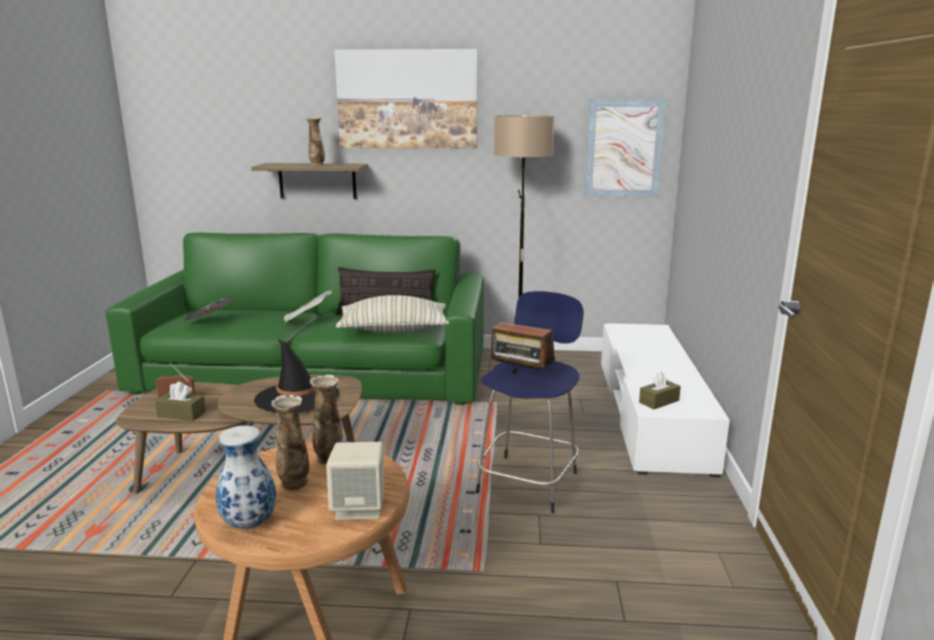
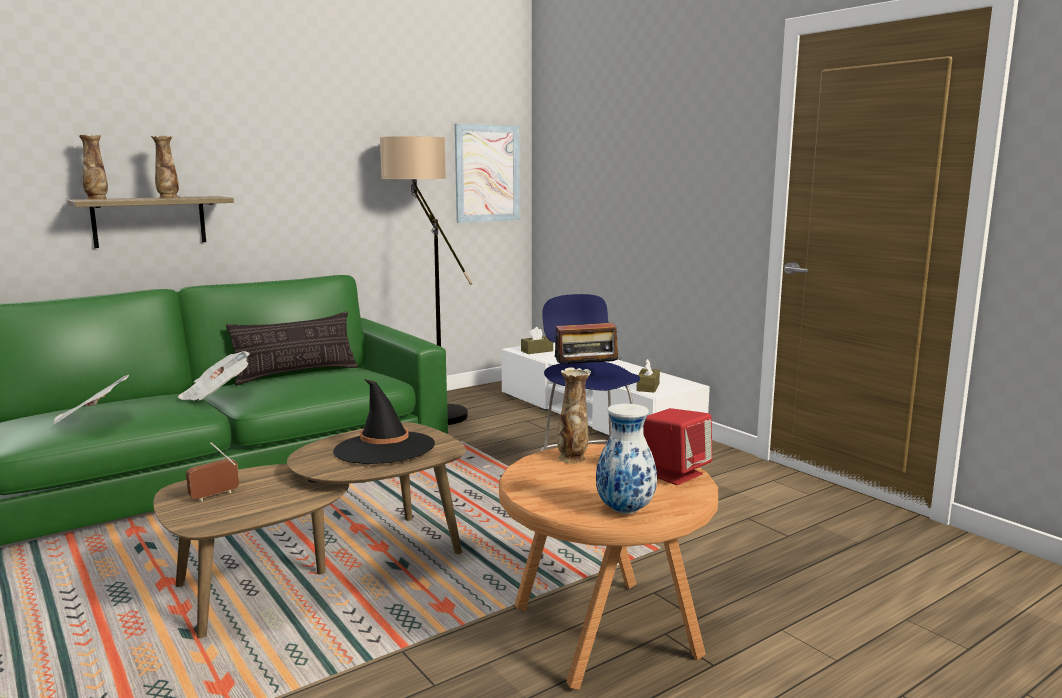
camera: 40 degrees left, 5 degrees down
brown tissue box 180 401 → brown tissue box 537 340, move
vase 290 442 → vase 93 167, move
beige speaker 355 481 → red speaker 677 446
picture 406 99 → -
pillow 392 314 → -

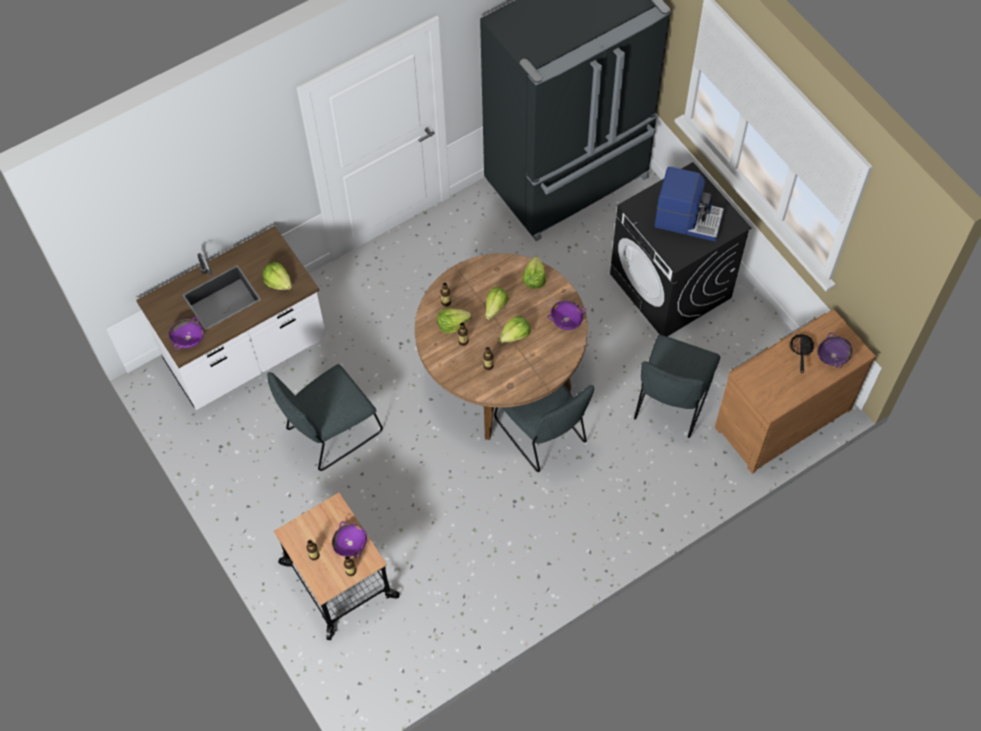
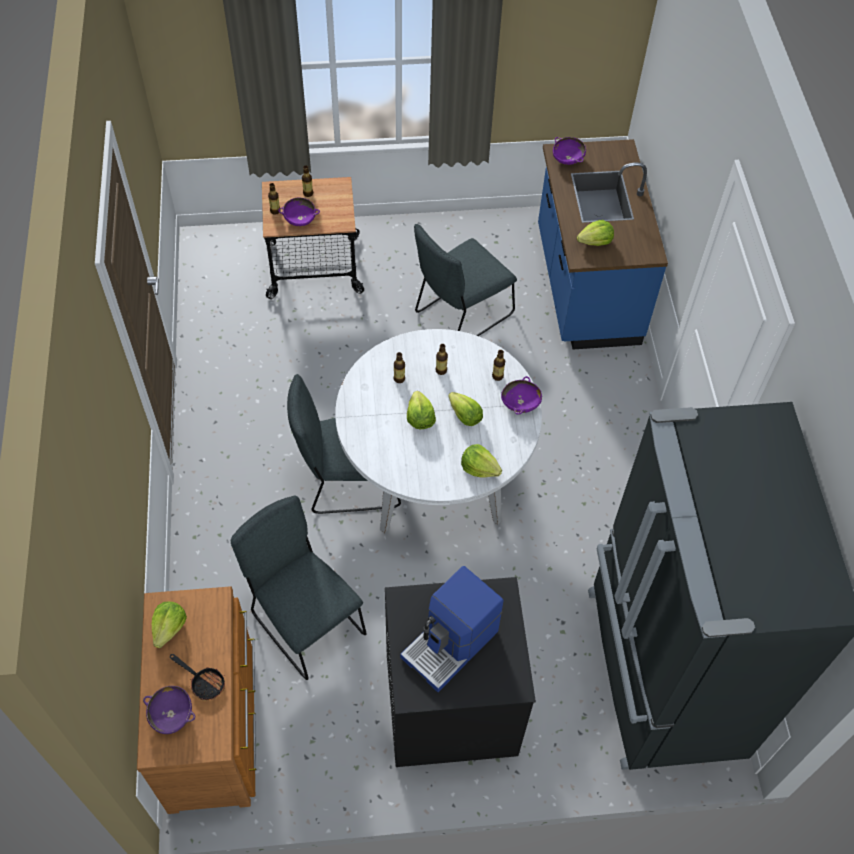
camera: 115 degrees right, 5 degrees down
white counter 231 318 → blue counter 603 244
grey chair 325 417 → grey chair 465 280, 120 degrees counterclockwise
brown dining table 501 346 → white dining table 438 431
lettuce 454 320 → lettuce 169 624, move
purple bowl 567 315 → purple bowl 521 395, move

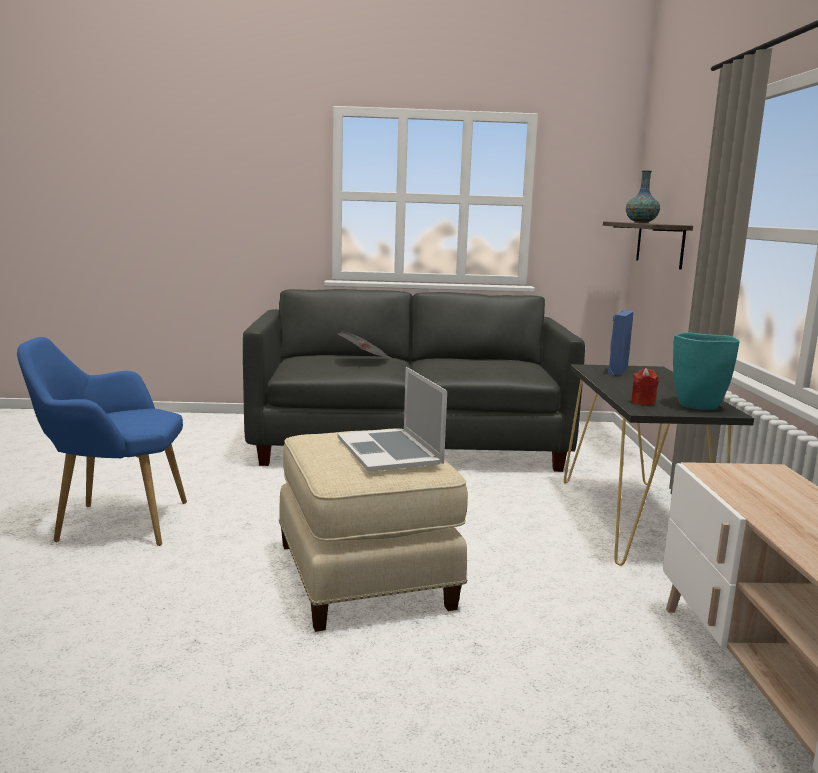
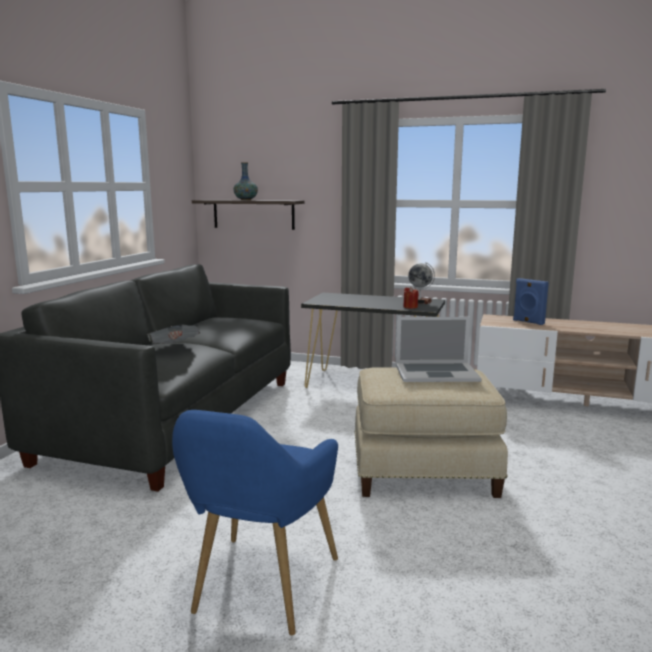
camera: 70 degrees left, 0 degrees up
blue speaker 621 342 → blue speaker 531 301, move
turquoise vase 706 371 → globe 421 283

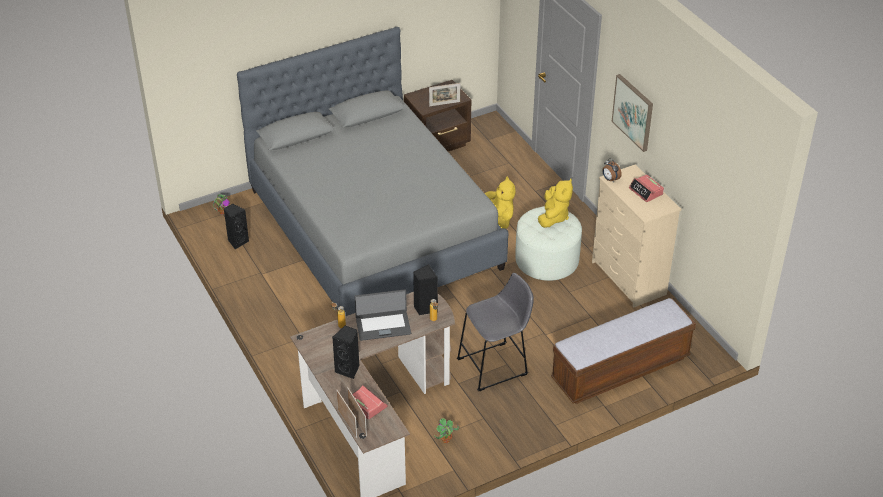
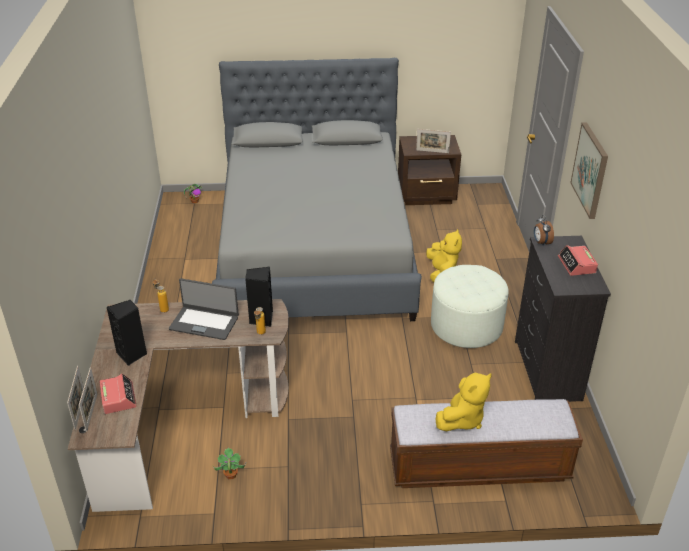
camera: 25 degrees right, 5 degrees down
black speaker 236 226 → -
grey stool 495 332 → -
yellow plush toy 555 203 → yellow plush toy 463 402, move
beige dresser 636 236 → black dresser 563 319

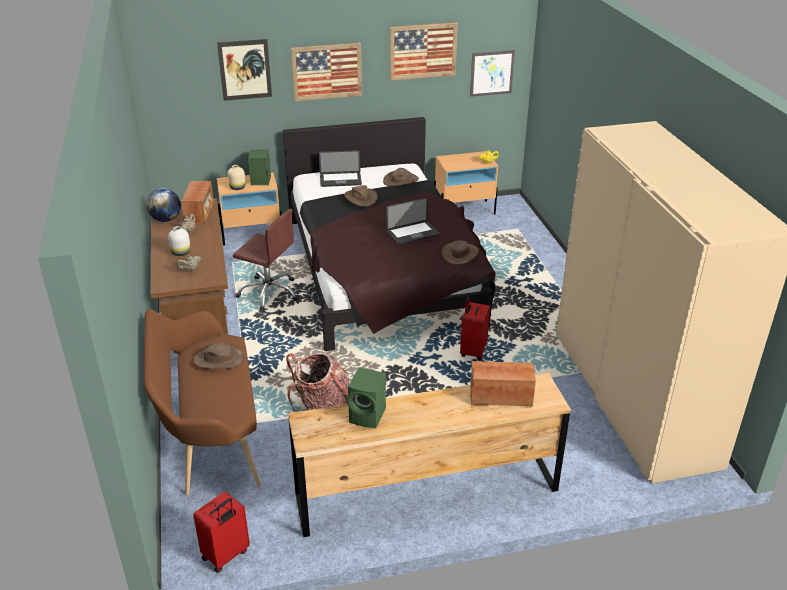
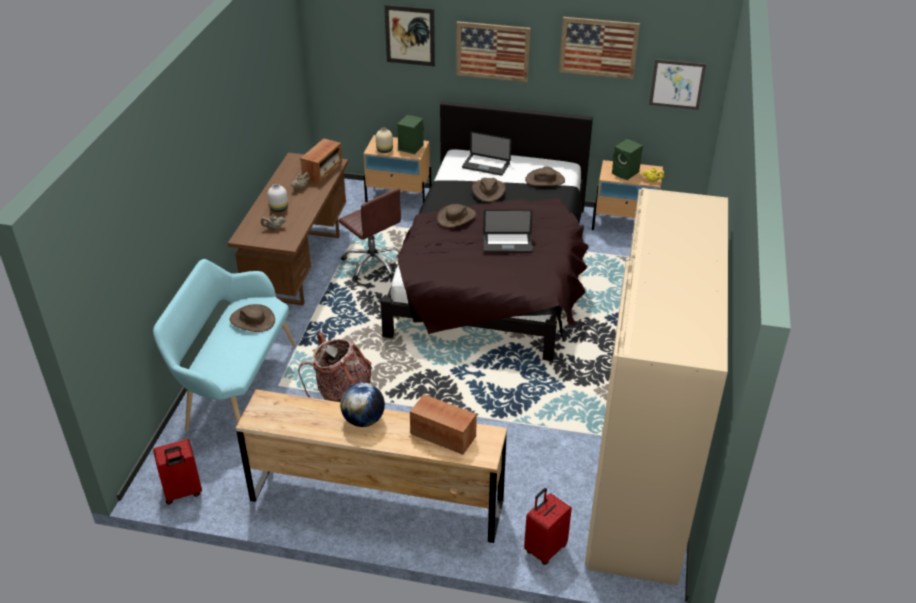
camera: 25 degrees right, 5 degrees up
brown bench 202 402 → turquoise bench 224 345
globe 163 205 → globe 362 404, move
green speaker 366 398 → green speaker 627 159, move
brown hat 460 252 → brown hat 456 215, move
red suitcase 475 327 → red suitcase 548 526, move

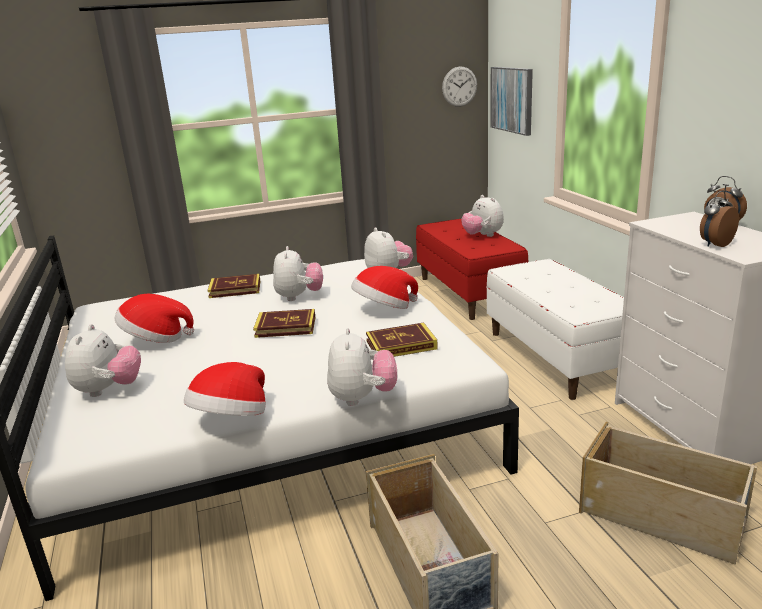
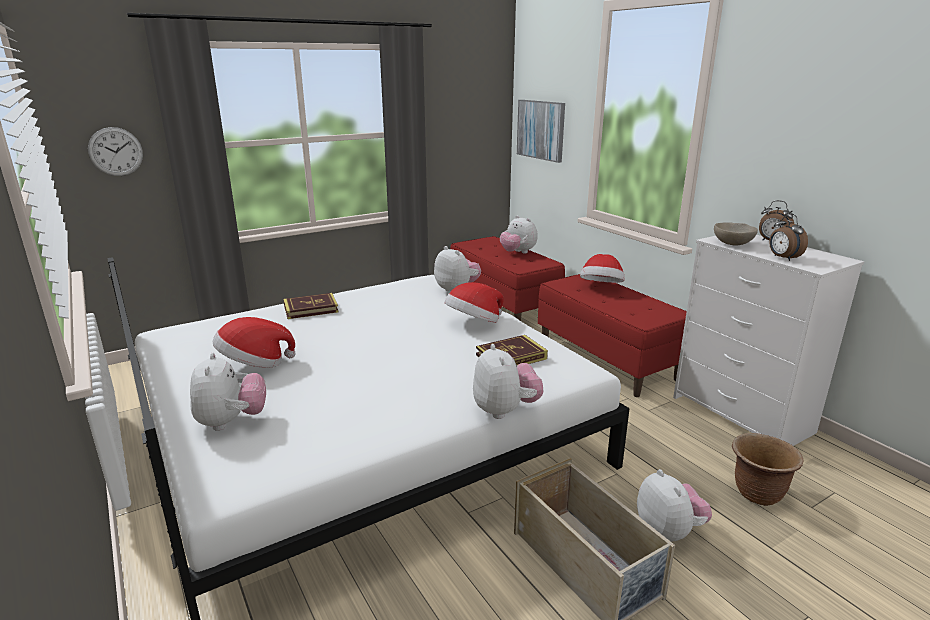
camera: 15 degrees left, 0 degrees up
hat 225 389 → hat 602 268, move
book 284 323 → -
plush toy 298 273 → plush toy 674 505, move
wall clock 459 86 → wall clock 115 151, move
white bench 555 329 → red bench 612 335
beige storage box 668 493 → brown planter 768 469
alarm clock 719 219 → alarm clock 788 237, 60 degrees counterclockwise
- → beige bowl 736 233

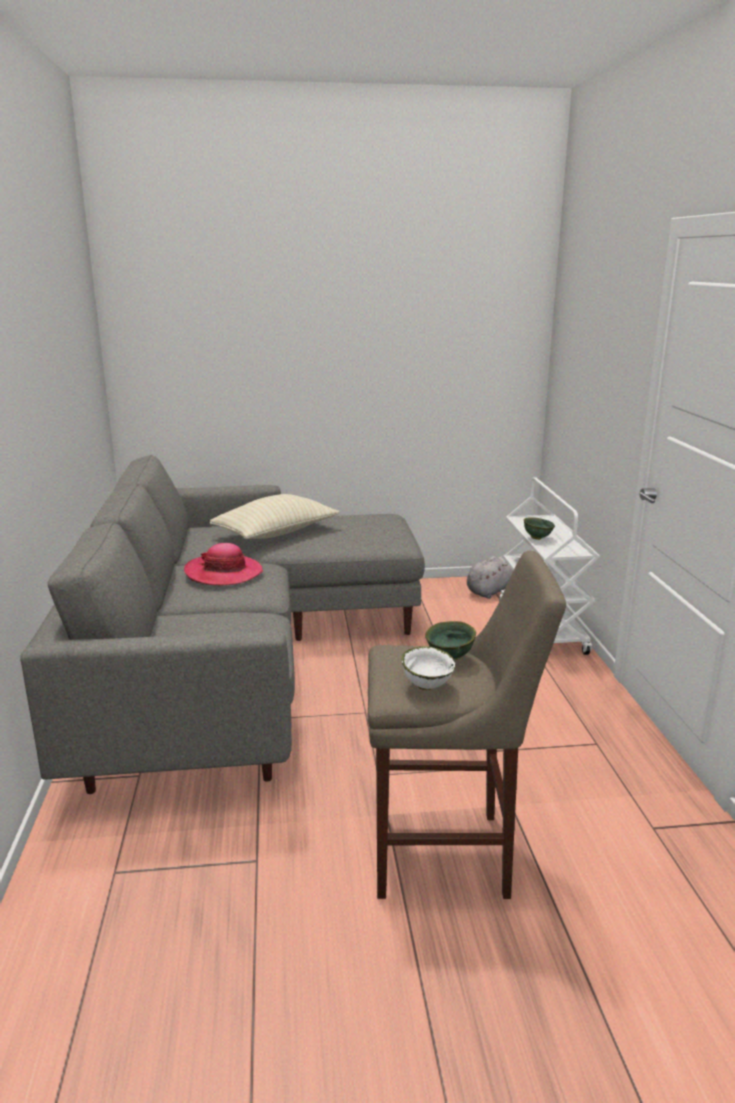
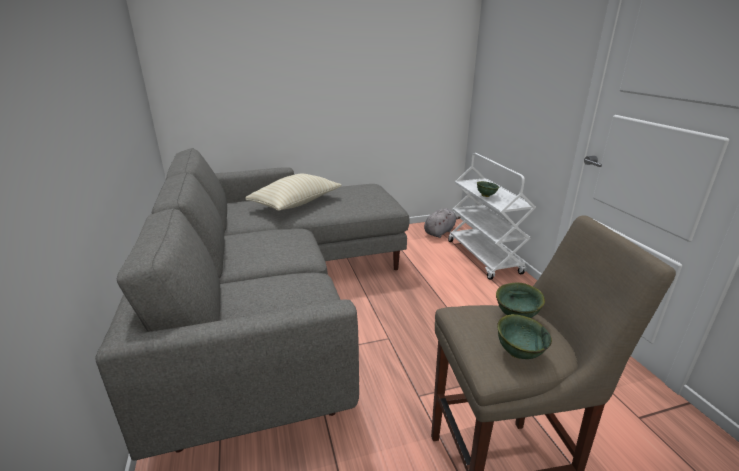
camera: 10 degrees left, 5 degrees up
hat 223 564 → -
white bowl 429 668 → green bowl 524 336

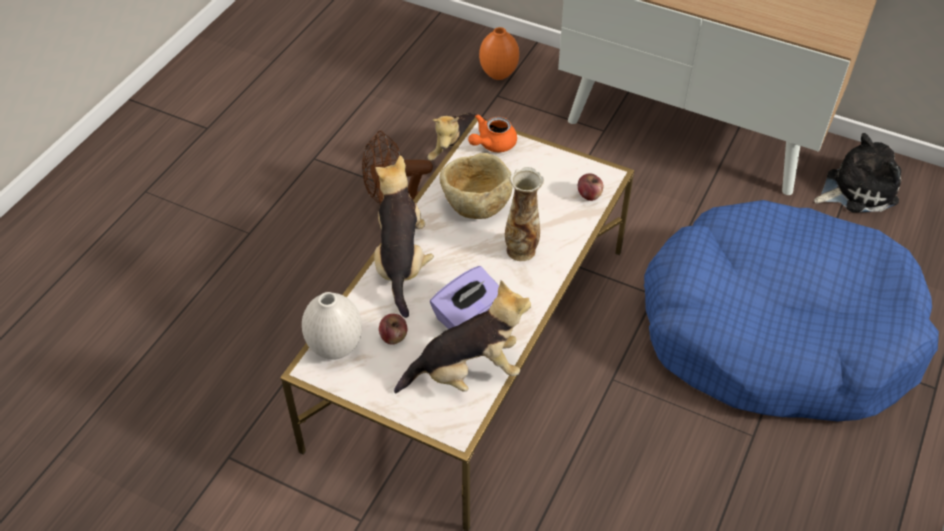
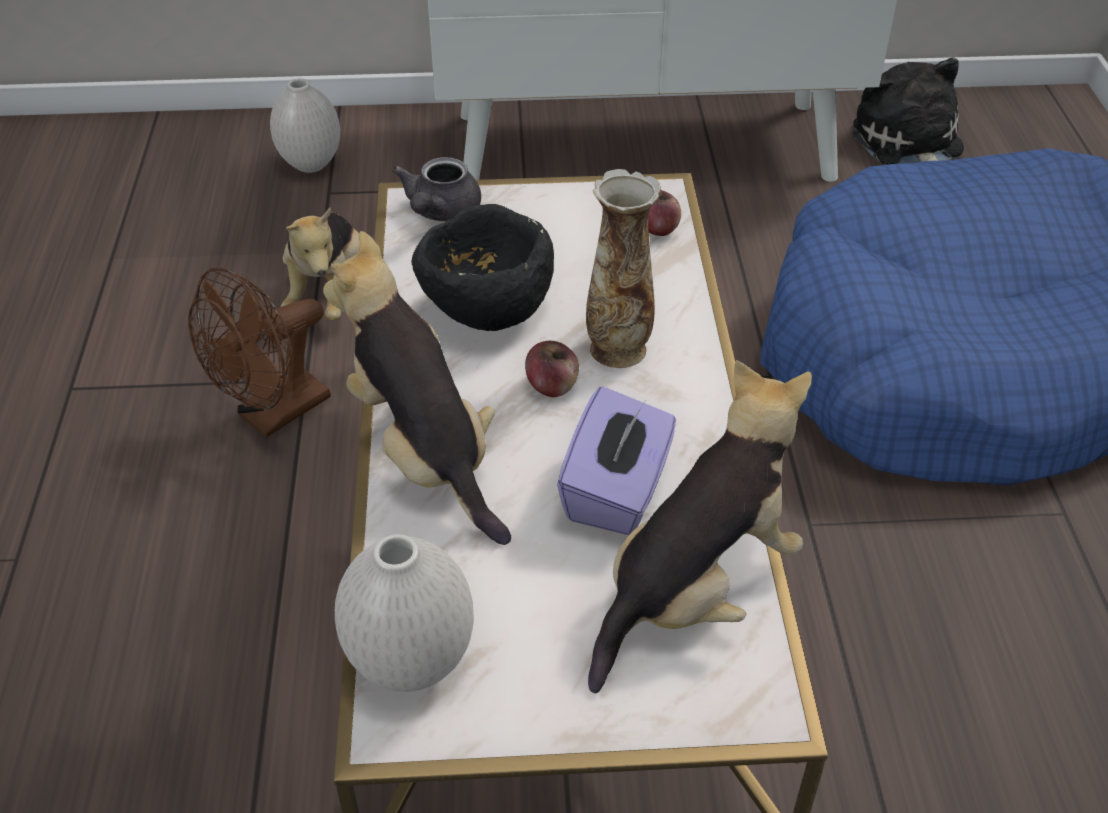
camera: 30 degrees left, 5 degrees down
apple 393 329 → apple 552 369, move
beige bowl 476 186 → black bowl 483 267
orange teapot 492 133 → grey teapot 436 189
orange vase 499 53 → white vase 305 125
plush toy 857 173 → plush toy 908 111, 60 degrees counterclockwise

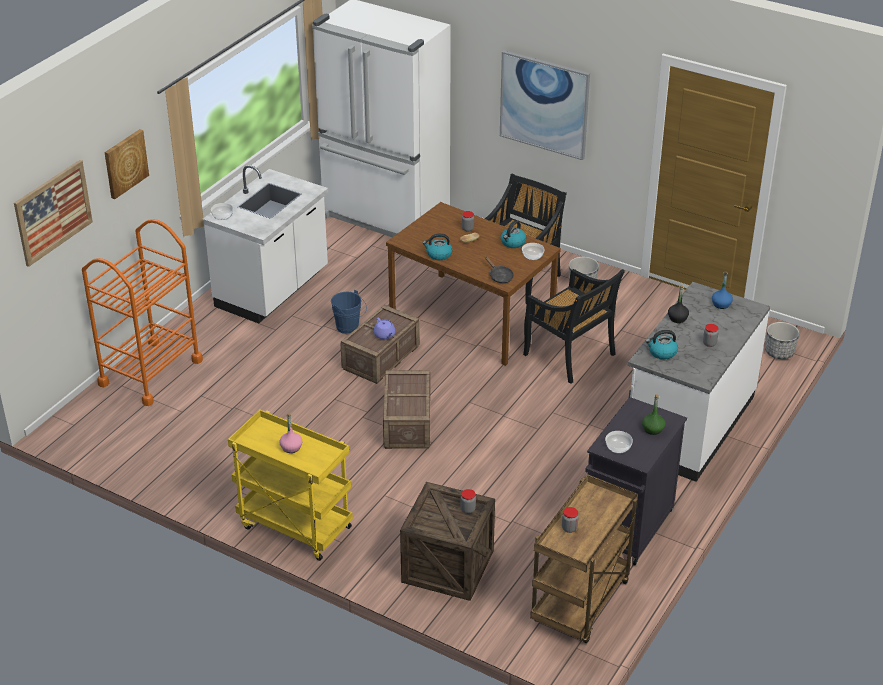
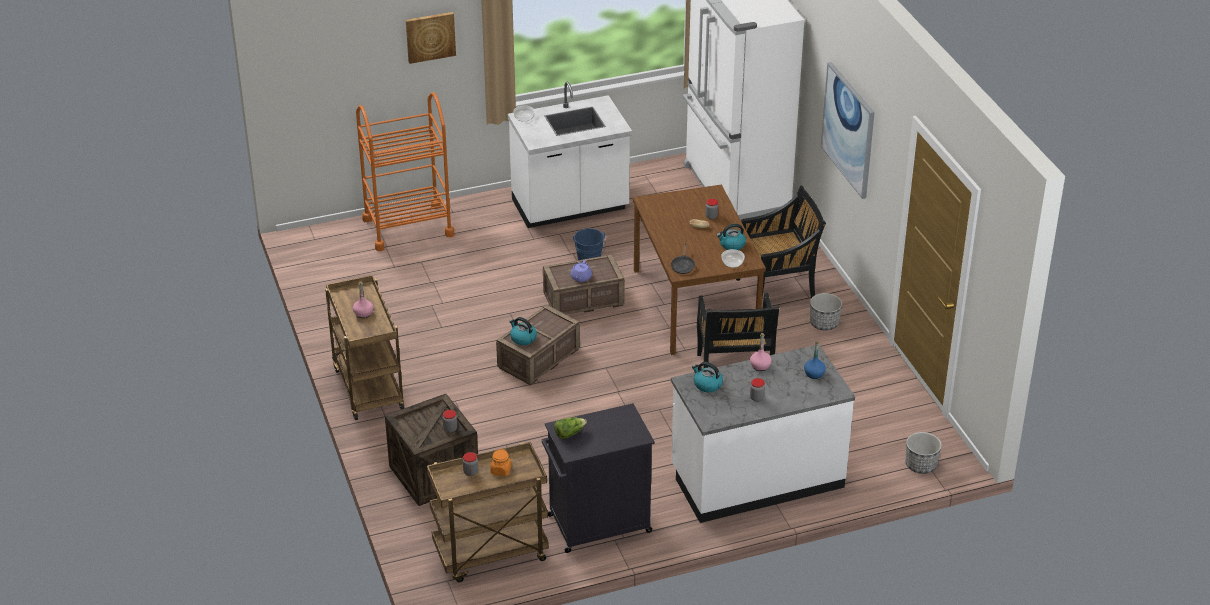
camera: 40 degrees right, 0 degrees up
picture 53 213 → -
yellow cart 290 485 → brown cart 364 347
kettle 437 246 → kettle 523 331, move
bowl 619 442 → lettuce 570 428
green bottle 653 414 → -
black bottle 678 304 → pink bottle 761 352
- → orange jar 500 462

